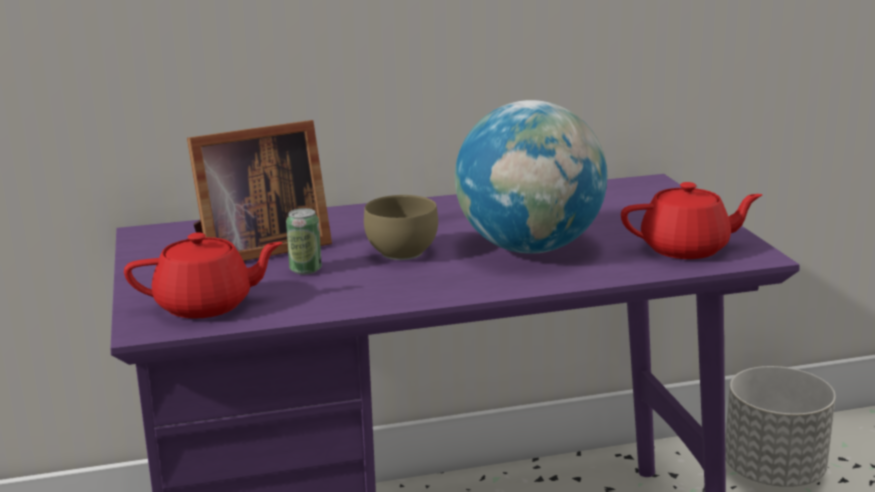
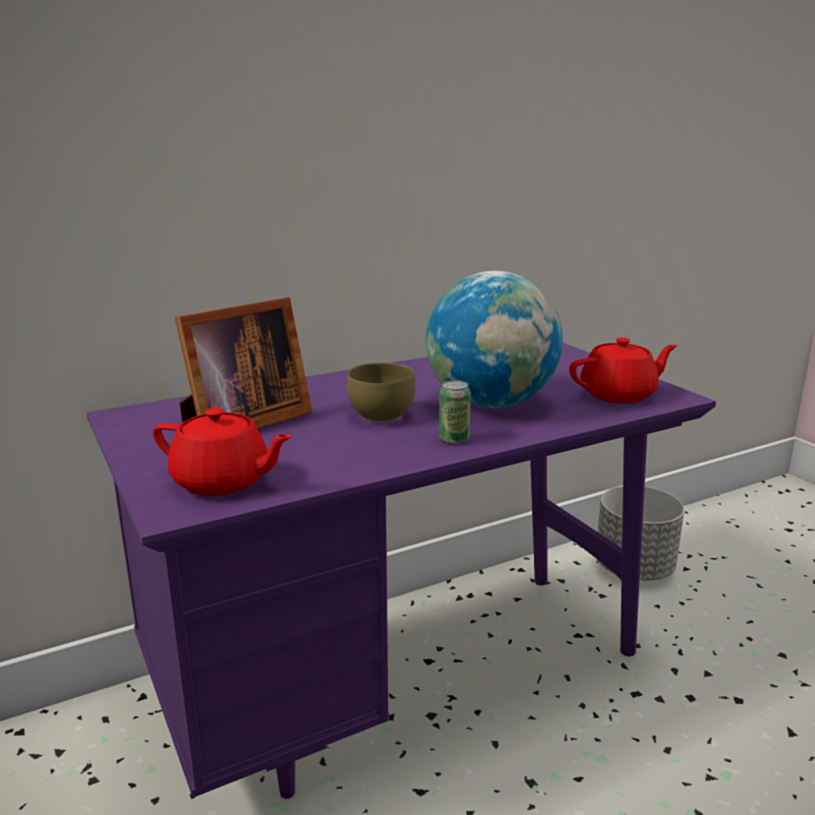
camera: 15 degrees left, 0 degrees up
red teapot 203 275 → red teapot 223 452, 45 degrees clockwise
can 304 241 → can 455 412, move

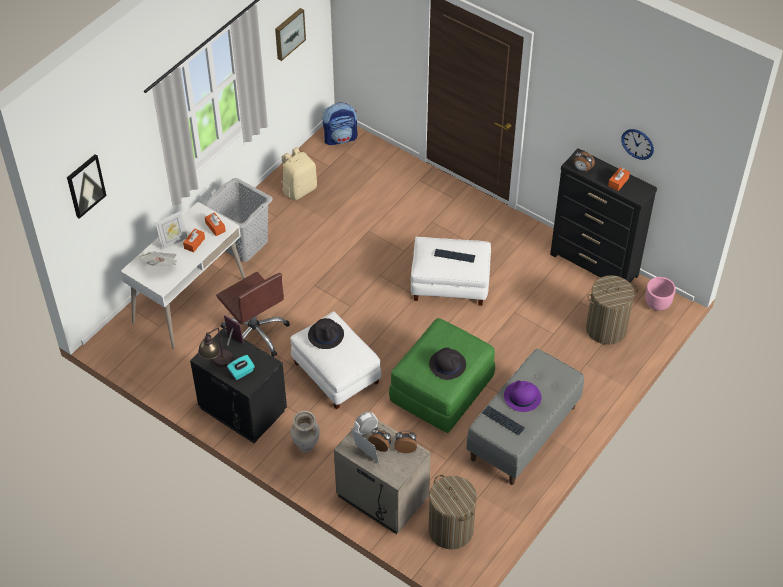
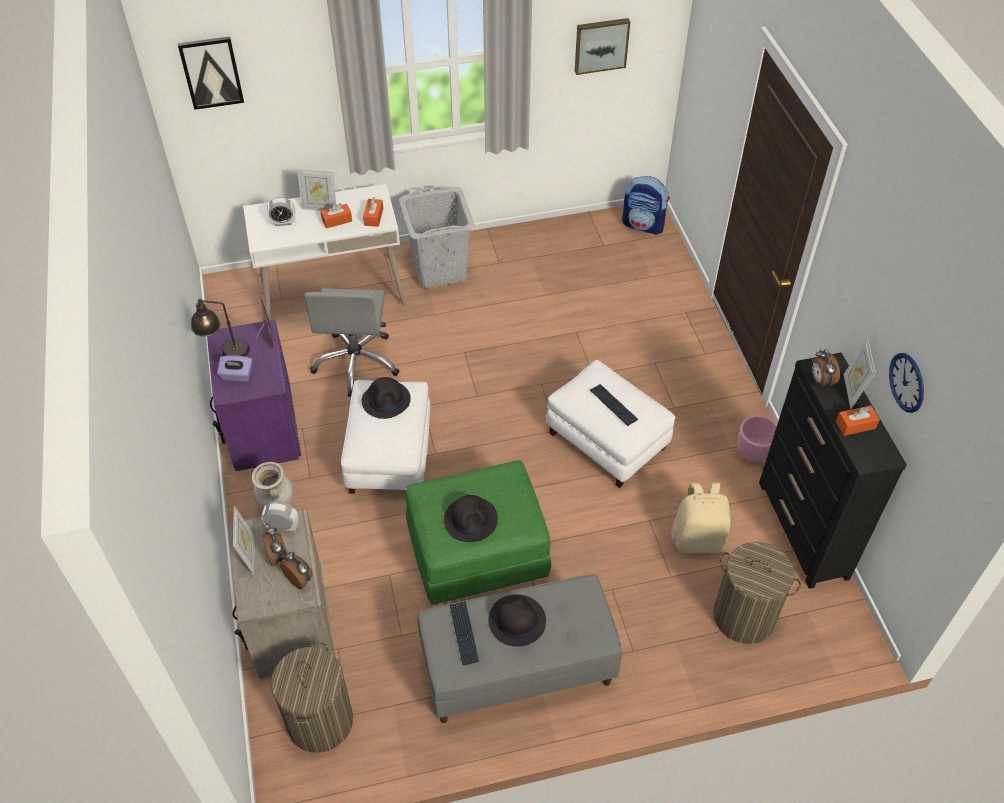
camera: 40 degrees right, 0 degrees up
newspaper 158 259 → alarm clock 281 211
black nightstand 238 385 → purple nightstand 254 395
brown office chair 253 314 → grey office chair 351 342
turquoise tissue box 241 367 → purple tissue box 234 368
beige backpack 299 173 → beige backpack 701 518, move
purple hat 523 396 → black hat 517 621
pink planter 660 294 → pink planter 757 438, move
- → picture frame 860 373

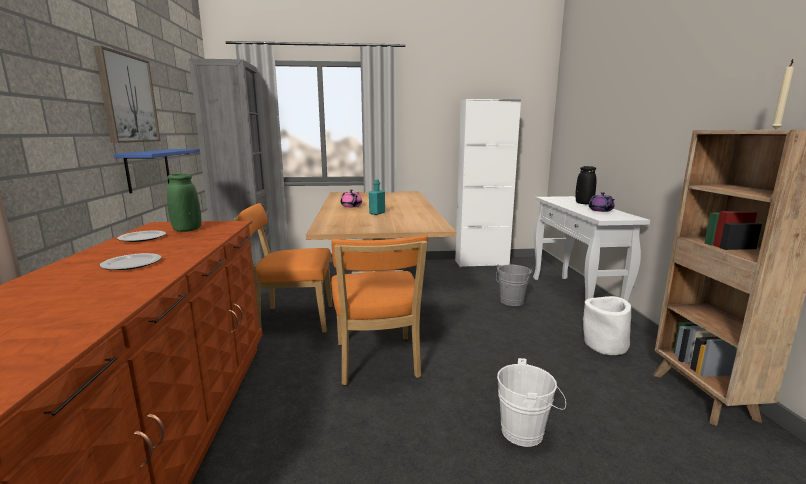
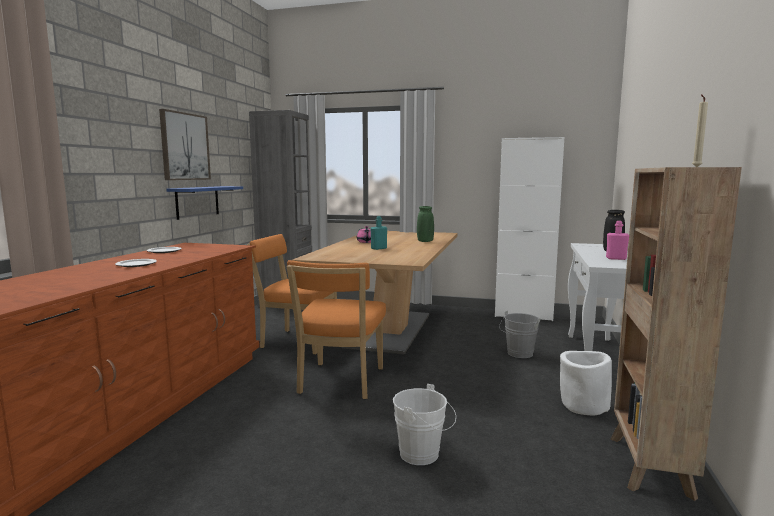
camera: 20 degrees right, 5 degrees down
green vase 184 203 → green vase 425 224, move
purple teapot 602 202 → pink bottle 617 240

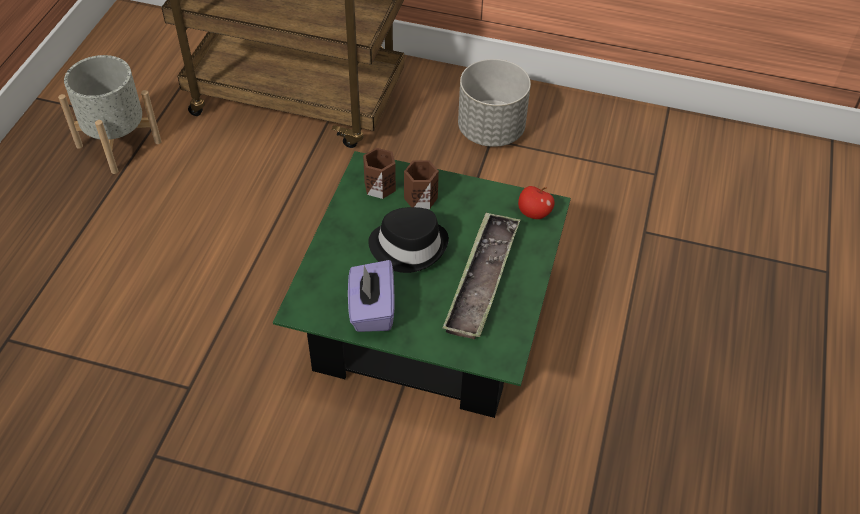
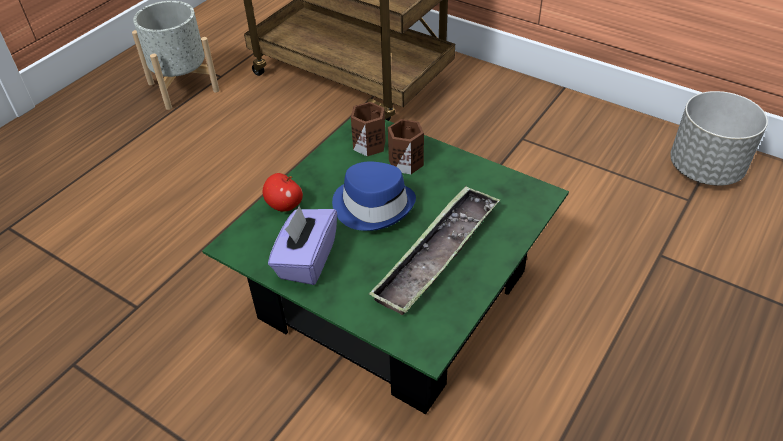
camera: 20 degrees right, 5 degrees down
black hat 408 240 → blue hat 374 196
grey planter 494 103 → grey planter 719 138, move
apple 536 202 → apple 283 192, move

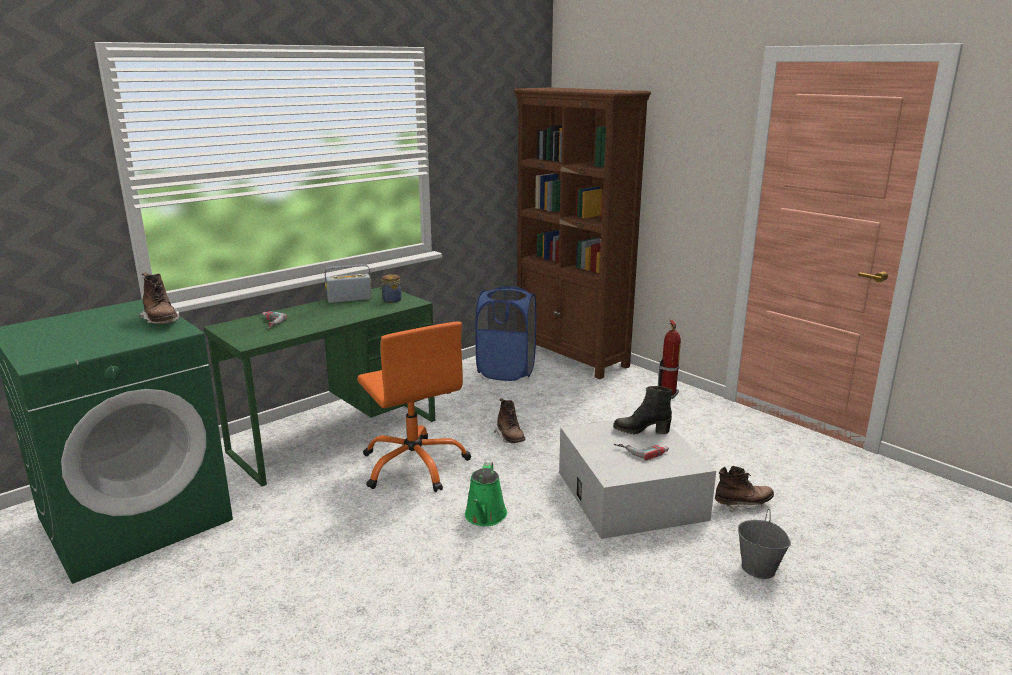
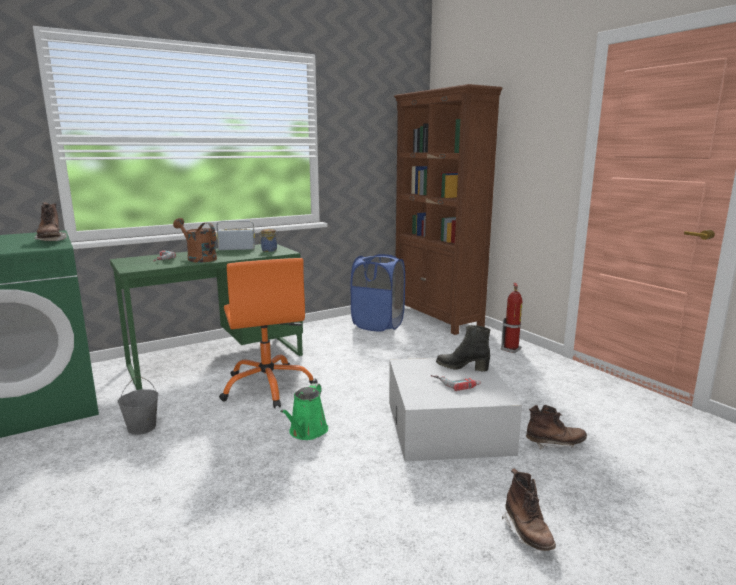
camera: 10 degrees right, 5 degrees down
brown boot 510 420 → brown boot 529 509, move
grey bucket 764 544 → grey bucket 138 406, move
- → brown watering can 195 240

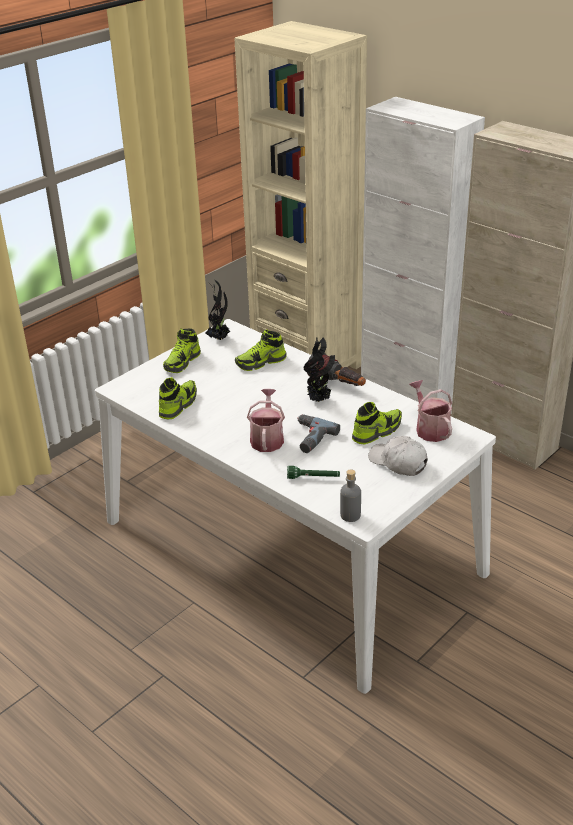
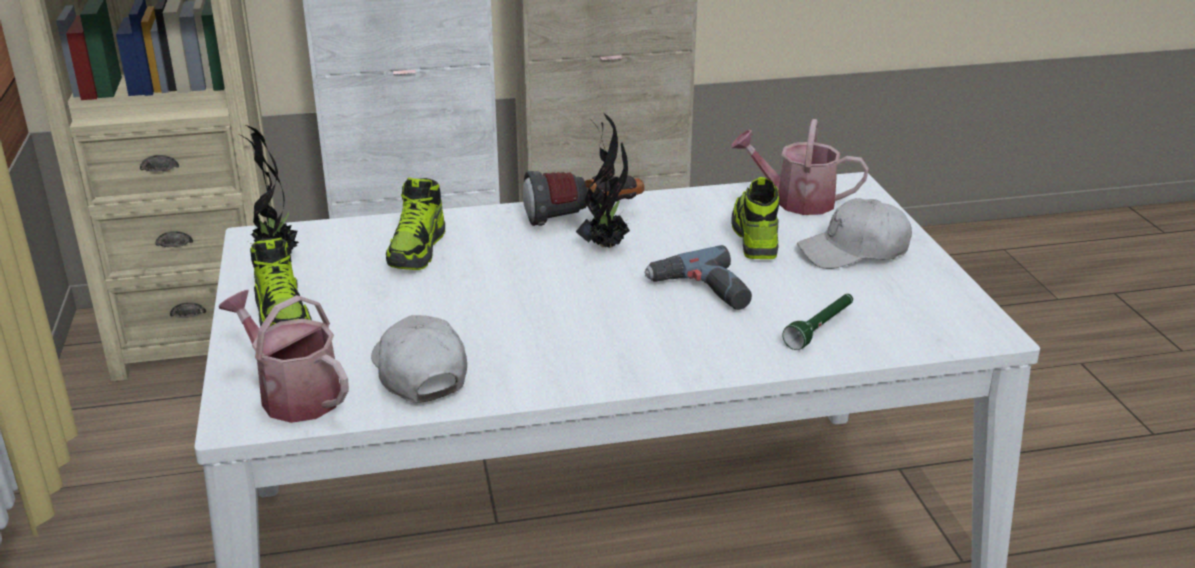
camera: 55 degrees left, 5 degrees down
shoe 178 398 → white cap 419 359
watering can 266 420 → watering can 284 356, move
grey bottle 350 495 → -

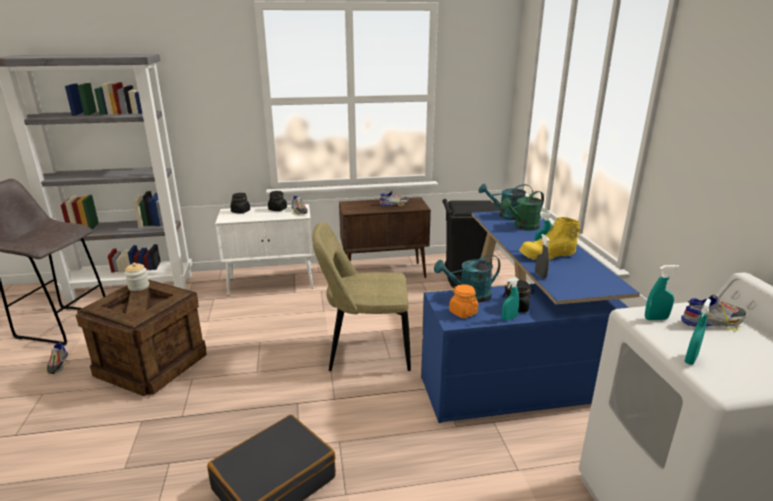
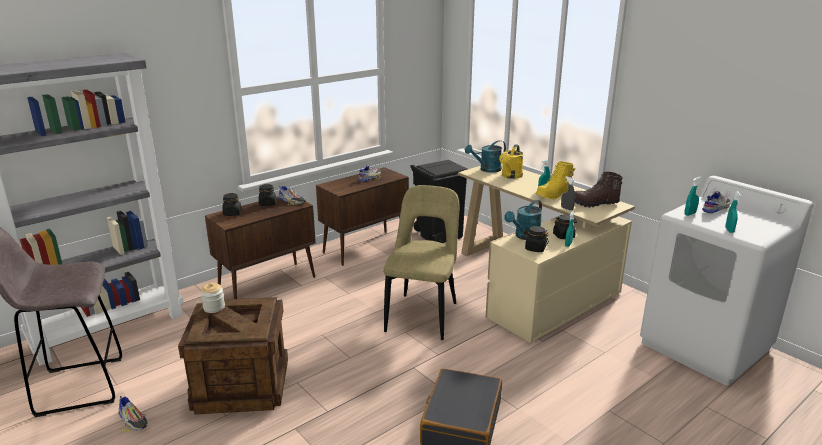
camera: 30 degrees left, 0 degrees up
white cabinet 264 249 → brown cabinet 260 247
beige chair 361 296 → beige chair 422 262, 135 degrees clockwise
blue desk 530 317 → beige desk 546 253
orange jar 463 301 → black jar 536 239
green watering can 522 211 → yellow watering can 511 161
- → brown boot 599 190

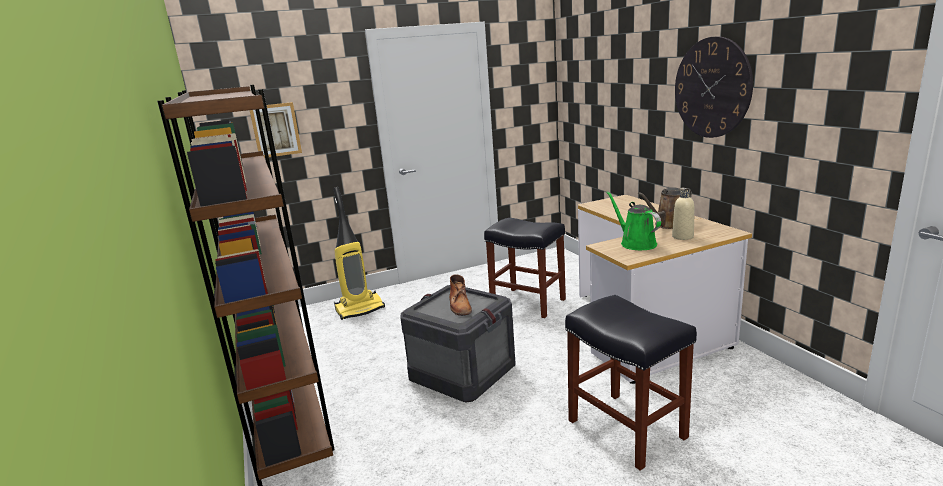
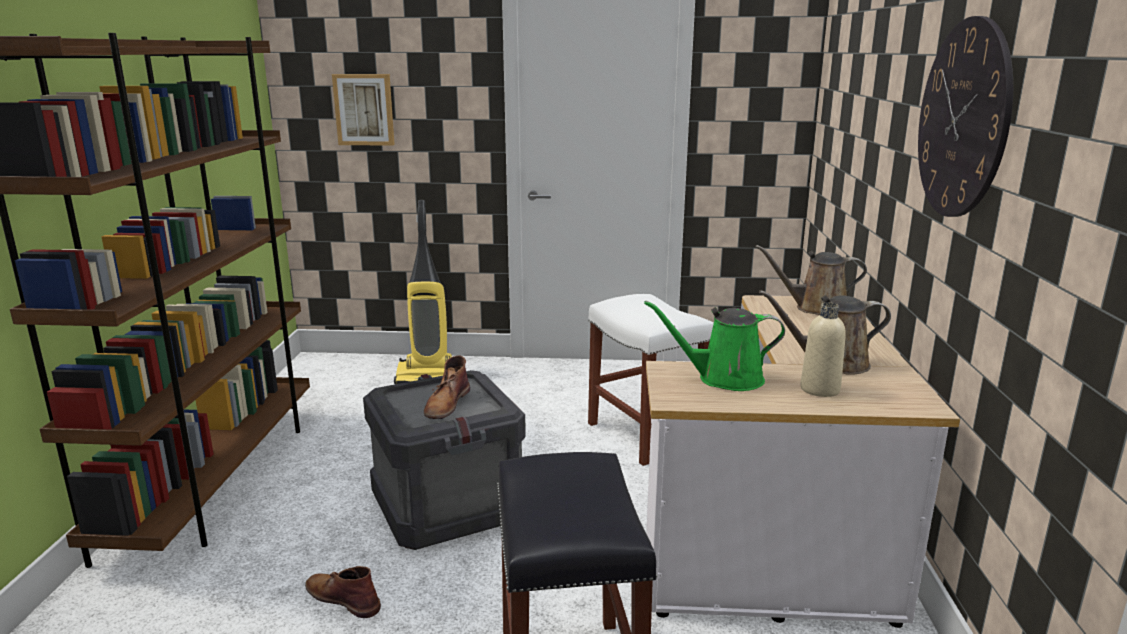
camera: 25 degrees right, 0 degrees up
black stool 525 268 → white stool 651 380
green watering can 633 220 → green watering can 714 346, 90 degrees counterclockwise
- → brown boot 343 592
- → brown watering can 811 280

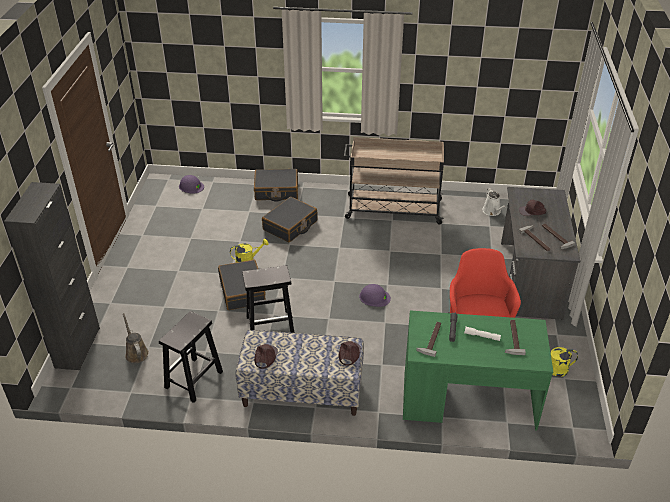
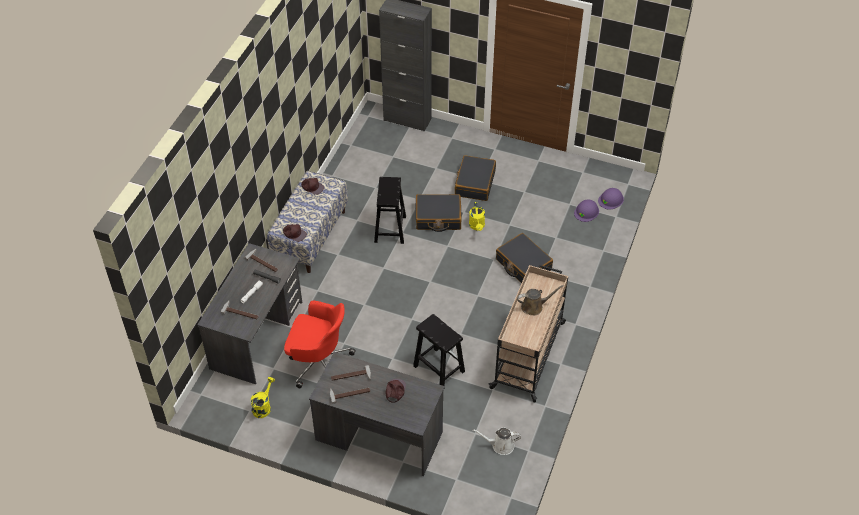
camera: 105 degrees right, 10 degrees up
brown watering can 136 338 → brown watering can 540 300, move
black stool 191 357 → black stool 439 350, move
black suitcase 276 185 → black suitcase 475 178, move
purple hard hat 375 295 → purple hard hat 586 210, move
green desk 478 370 → grey desk 249 313

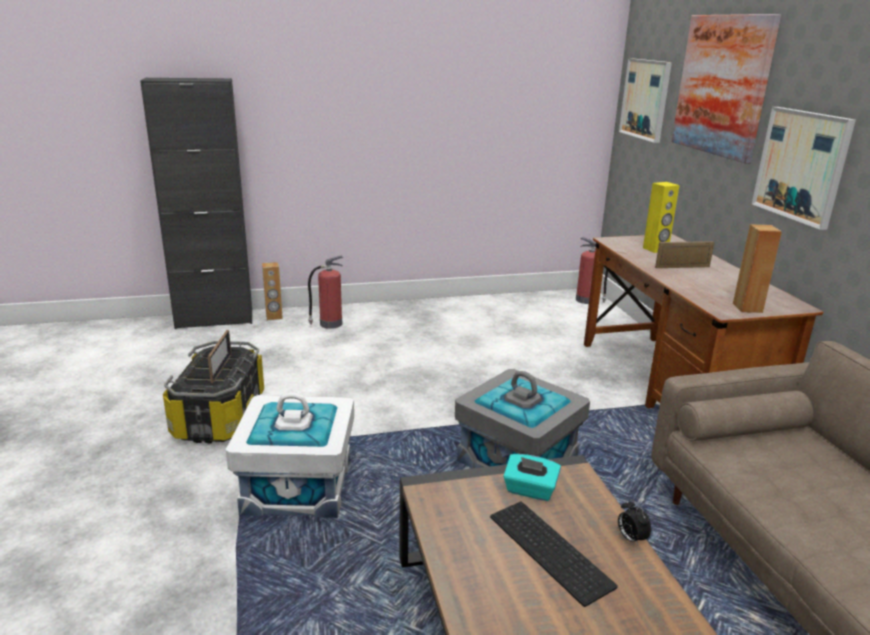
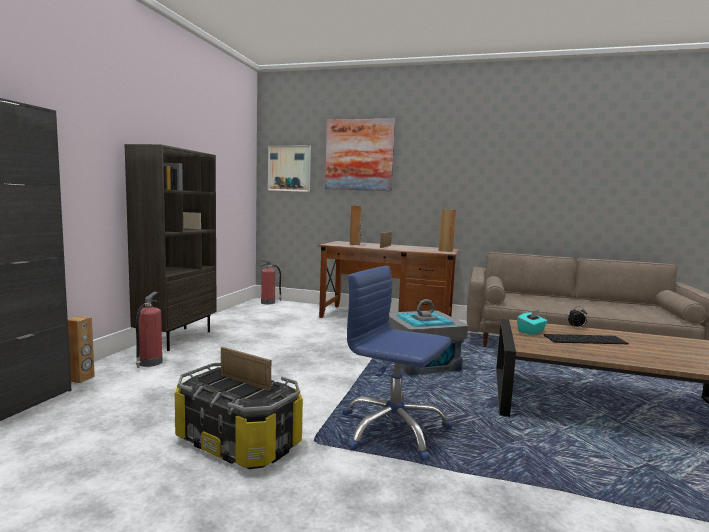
camera: 60 degrees left, 15 degrees down
white storage box 290 455 → blue office chair 397 363
yellow speaker 661 217 → brown speaker 356 225
picture 804 168 → -
- → brown bookcase 171 247

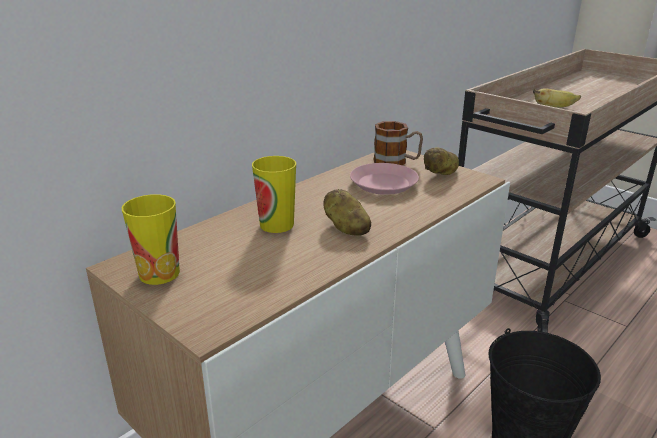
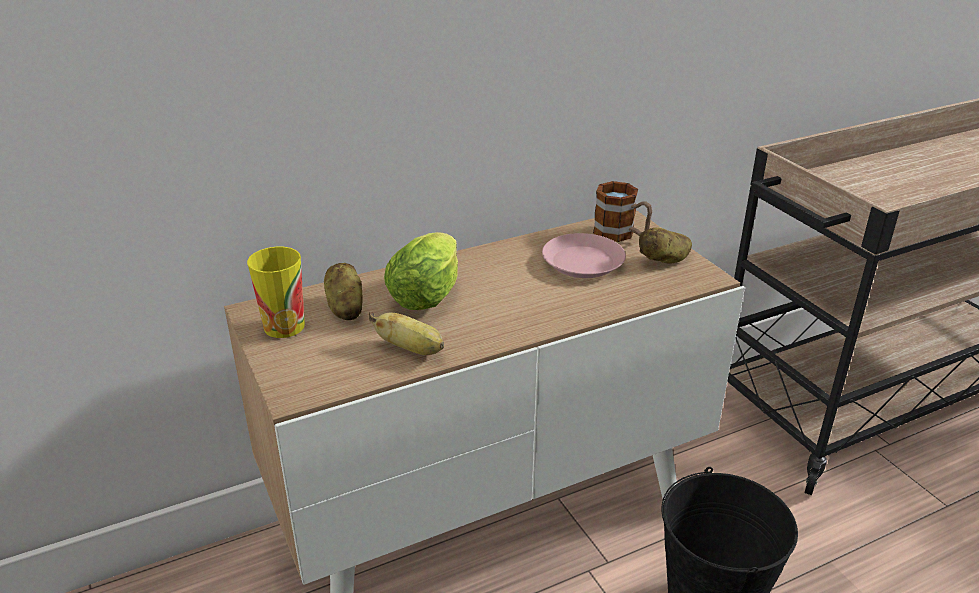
camera: 20 degrees right, 5 degrees up
cup 274 194 → lettuce 421 271
potato 347 212 → potato 343 291, move
banana 557 97 → banana 406 333, move

